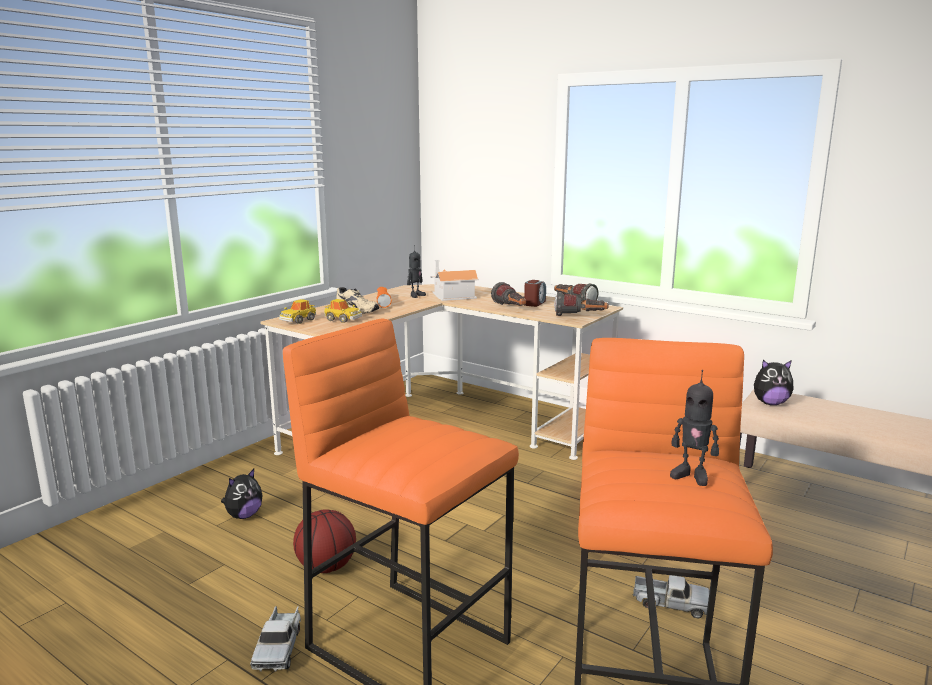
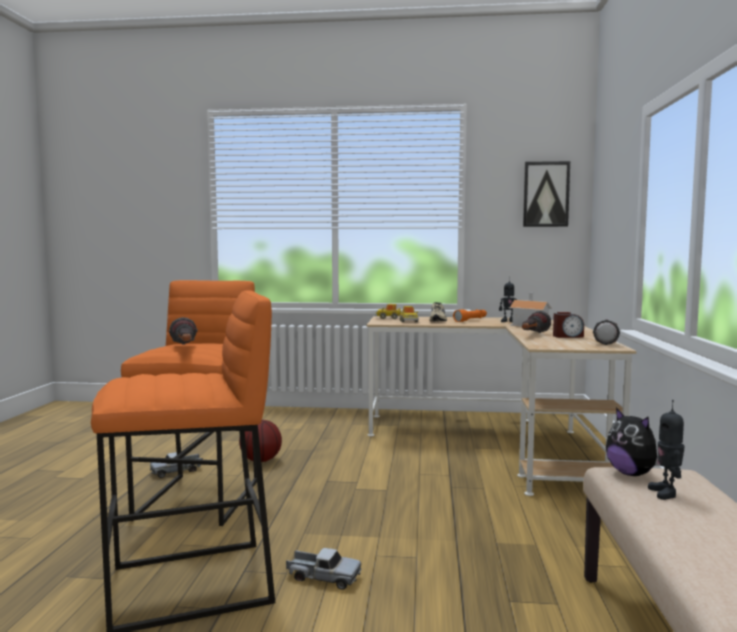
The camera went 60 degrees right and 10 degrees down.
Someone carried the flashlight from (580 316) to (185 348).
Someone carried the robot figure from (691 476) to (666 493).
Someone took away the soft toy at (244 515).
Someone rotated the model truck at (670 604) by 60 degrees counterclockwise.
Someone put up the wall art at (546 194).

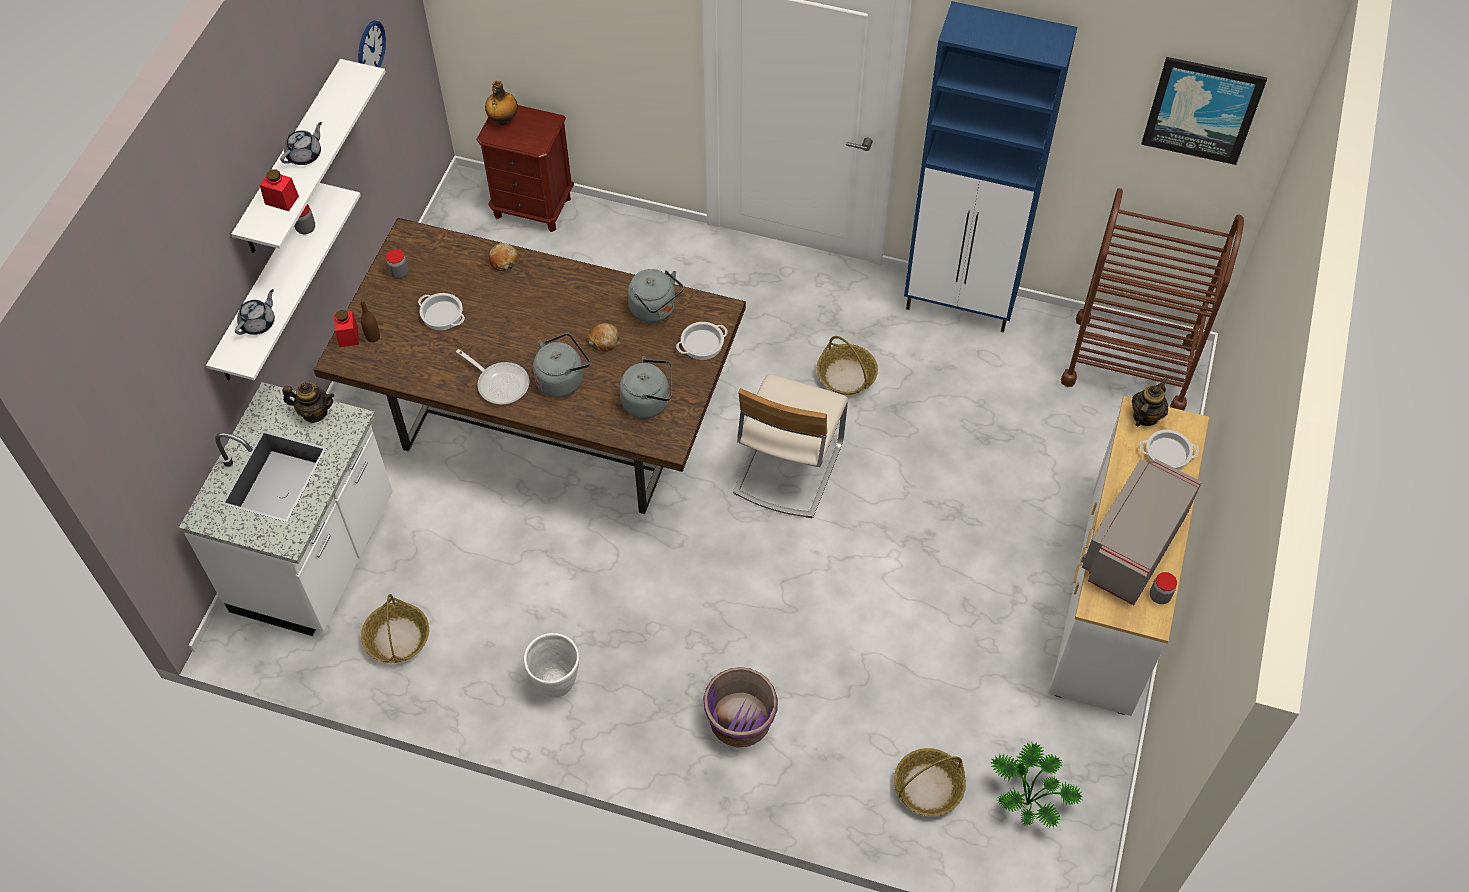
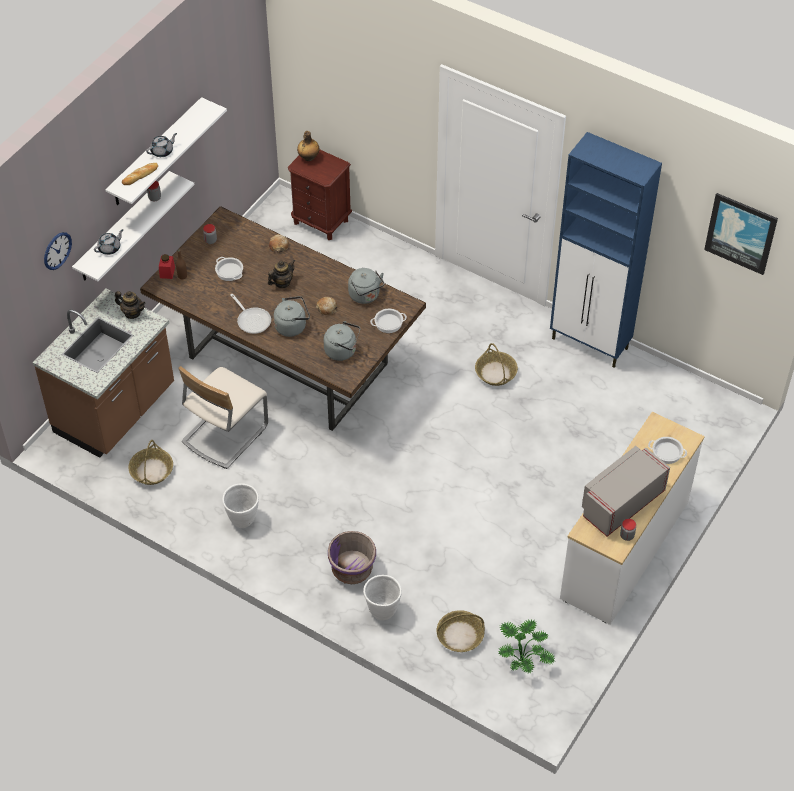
The camera went 15 degrees right and 5 degrees down.
Someone carried the clock on the wall from (371 49) to (57 250).
Someone swapped the red preserve jar at (282 200) for the bakery bread at (140 175).
Someone took away the brown-coloured trolley at (1129 363).
Someone carried the sand-coloured plain chair from (787 467) to (224 434).
Someone carried the pot for tea from (1145 416) to (282 282).
Someone repainted the whitish kitchen counter at (317 557), which became the brown-coloured kitchen counter at (116 411).
Someone put down the whitish flower pot at (382 611).

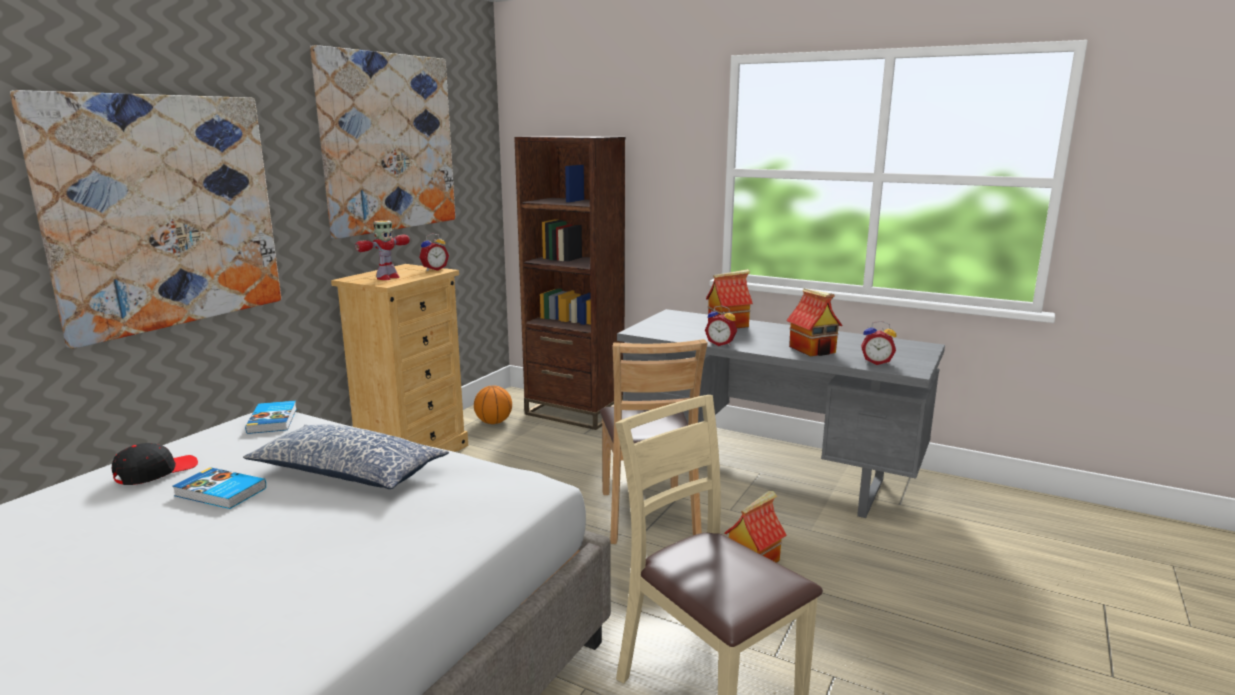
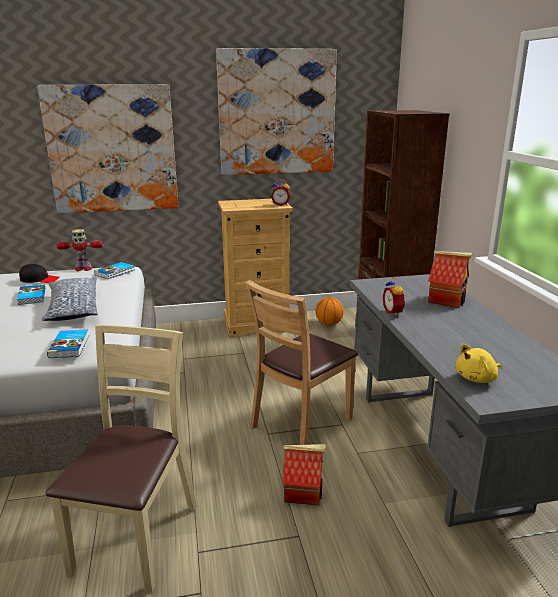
The camera went 50 degrees right and 5 degrees up.
Someone carried the robot figure from (387 278) to (83 269).
Someone took away the model house at (813 349).
Someone swapped the alarm clock at (876 362) for the yellow soft toy at (477 378).
Someone put down the bound book at (70 346).

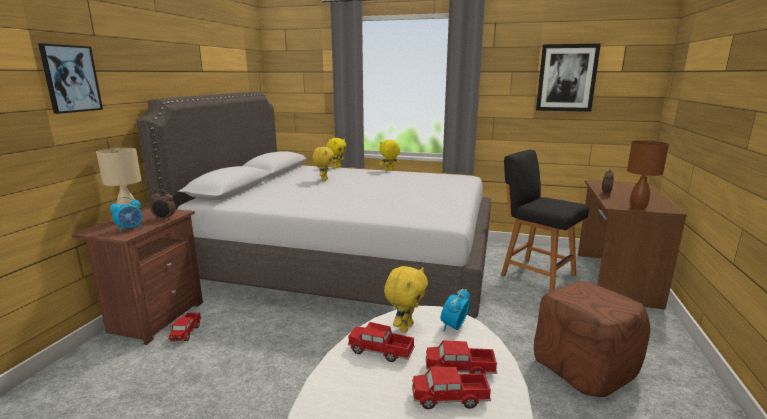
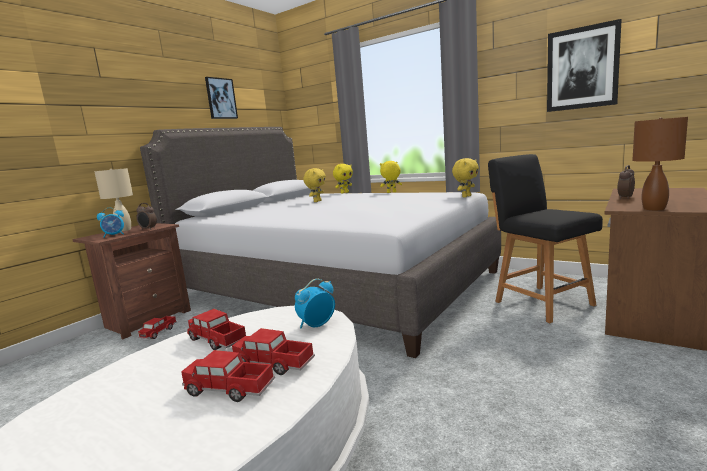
The camera went 20 degrees right and 5 degrees down.
Someone carried the wall art from (70 79) to (221 98).
Someone carried the yellow soft toy from (405 327) to (466 196).
Someone took away the brown-coloured footrest at (584 368).

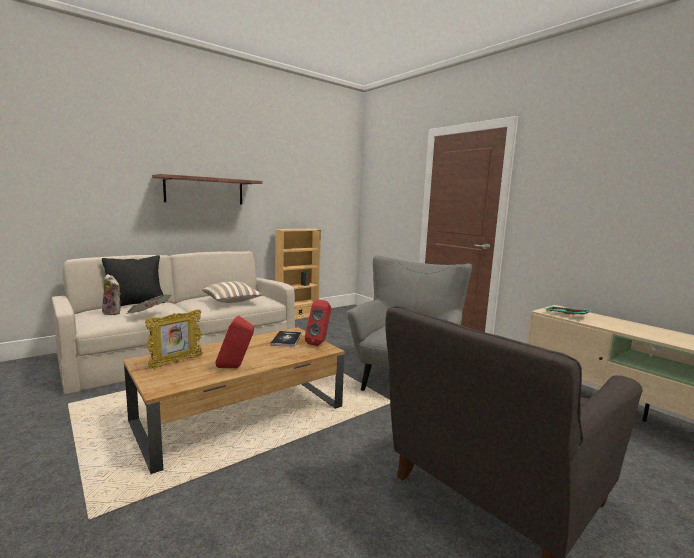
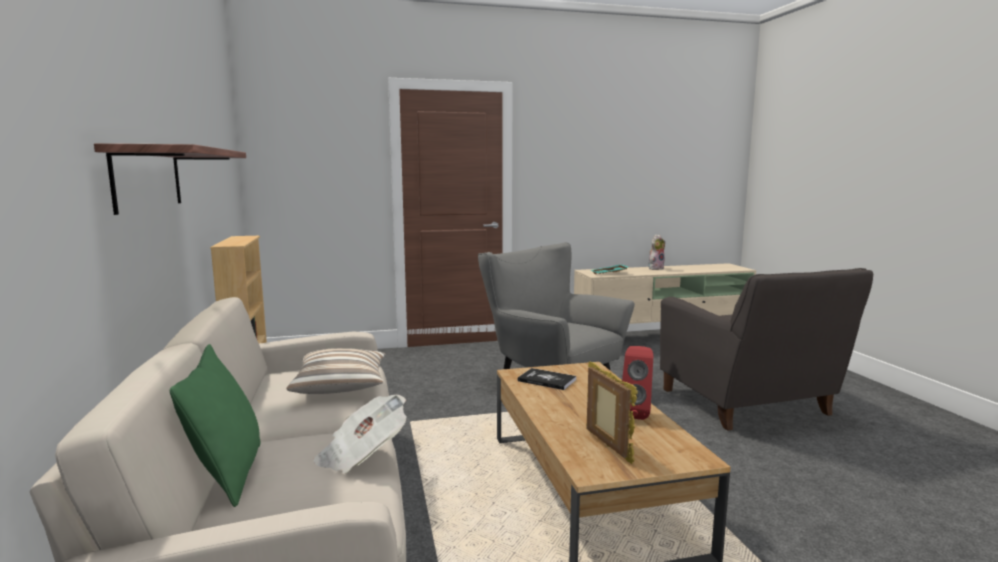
The camera went 65 degrees left and 0 degrees up.
Someone repainted the black-coloured cushion at (136 304), which became the green cushion at (228 474).
Someone carried the soft toy from (113 312) to (655 268).
Someone took away the red speaker at (319 343).

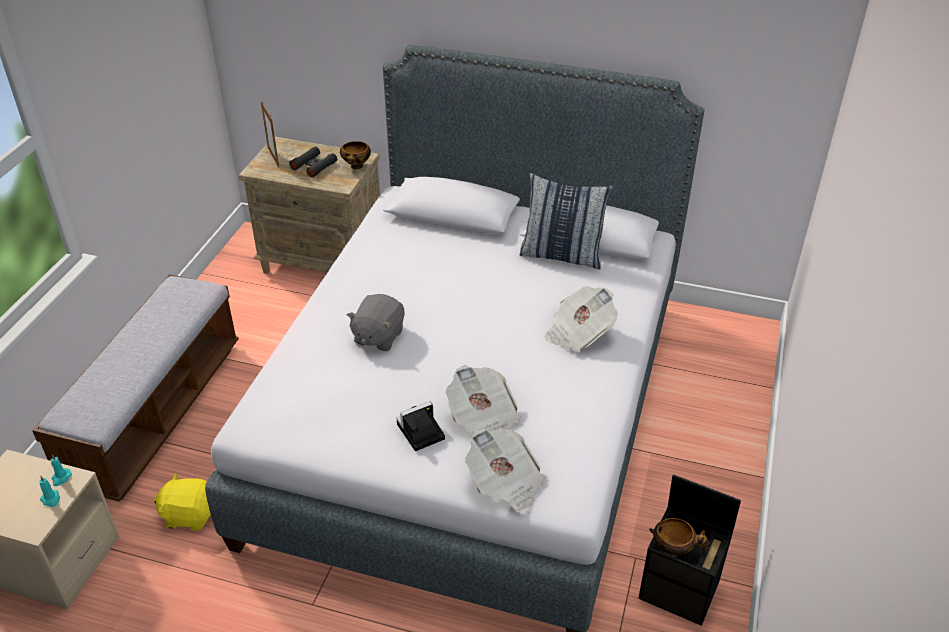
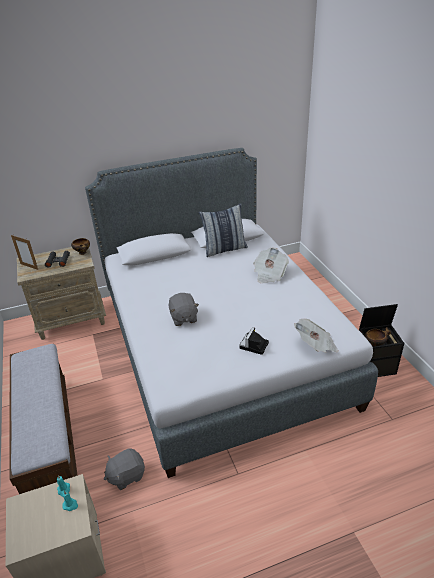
The camera went 35 degrees left and 5 degrees down.
Someone took away the newspaper at (483 419).
Someone repainted the yellow soft toy at (190 514), which became the greyish soft toy at (126 475).

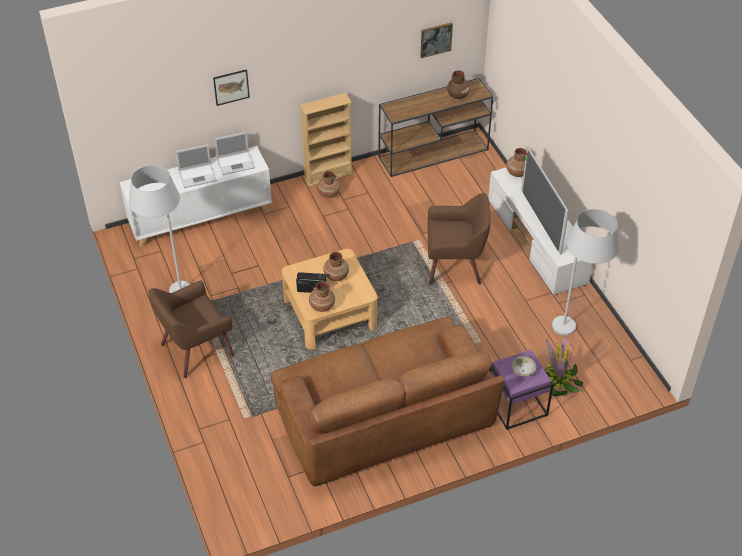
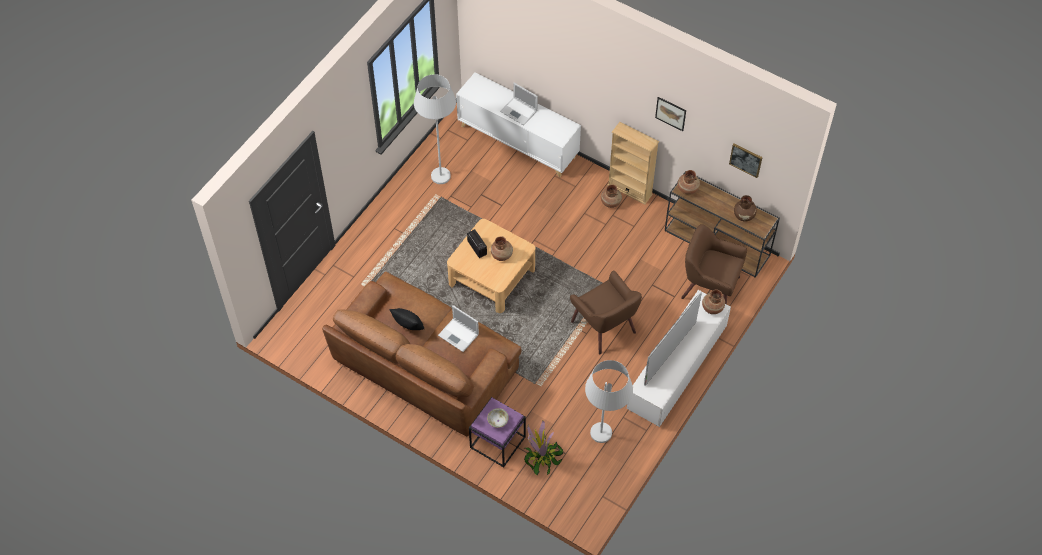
The camera went 55 degrees right and 10 degrees up.
Someone carried the wall art from (231 87) to (670 113).
Someone carried the portable computer from (236 163) to (459 335).
Someone carried the brown-coloured lounge chair from (196 349) to (709 288).
Someone carried the brown-coloured vase from (322 306) to (687 189).
Someone put down the black-coloured cushion at (408 325).

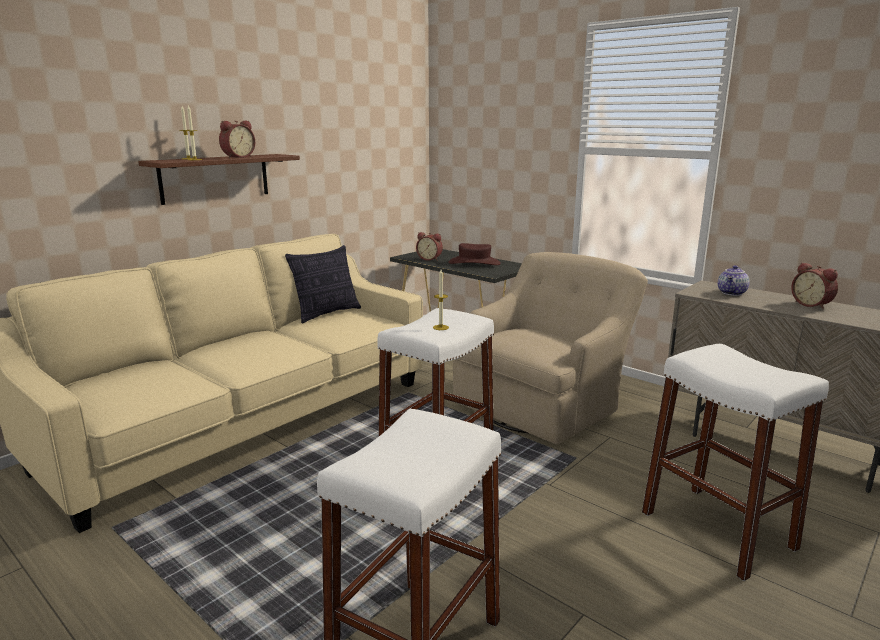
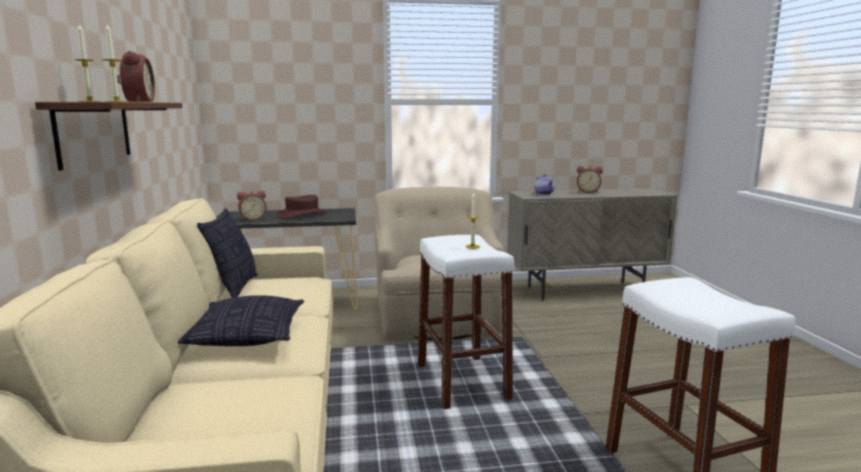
The camera went 50 degrees left and 5 degrees down.
Someone took away the whitish sitting stool at (717 530).
Someone put down the cushion at (247 337).

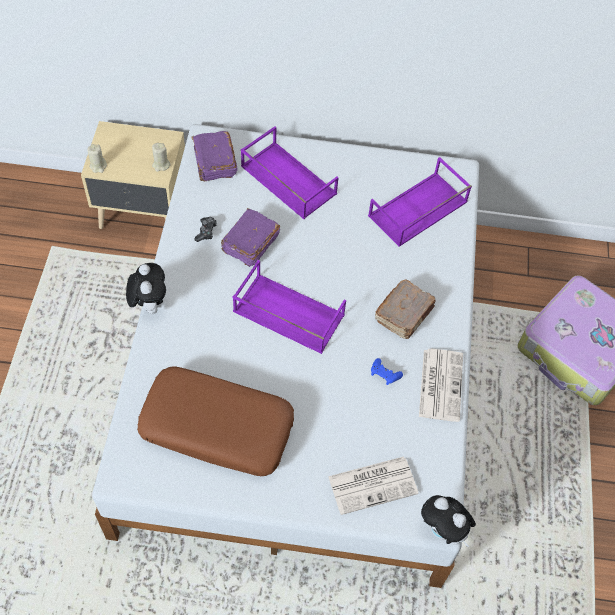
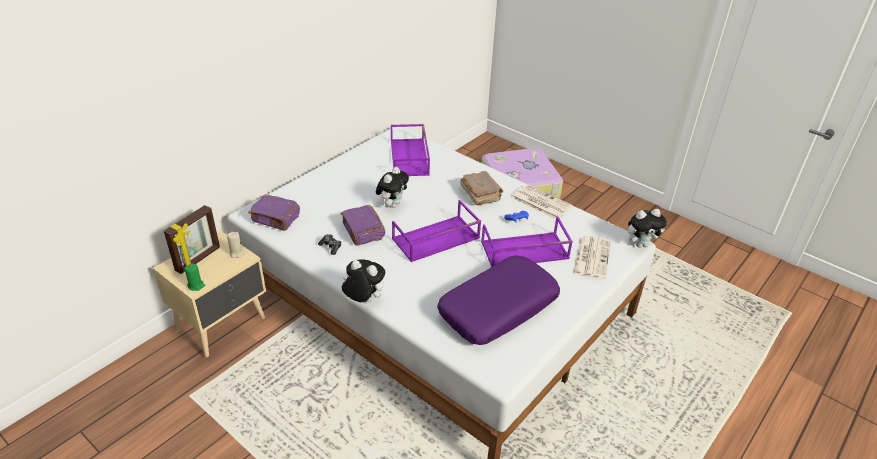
The camera went 55 degrees left and 20 degrees down.
Someone carried the purple carrying tray from (287 180) to (524 251).
Someone repainted the sand-coloured wax candle at (98 166), which became the green wax candle at (196 285).
Someone repainted the brown-coloured cushion at (217 427), which became the purple cushion at (498 308).
Someone put down the soft toy at (392 204).
Someone put down the picture frame at (198 259).

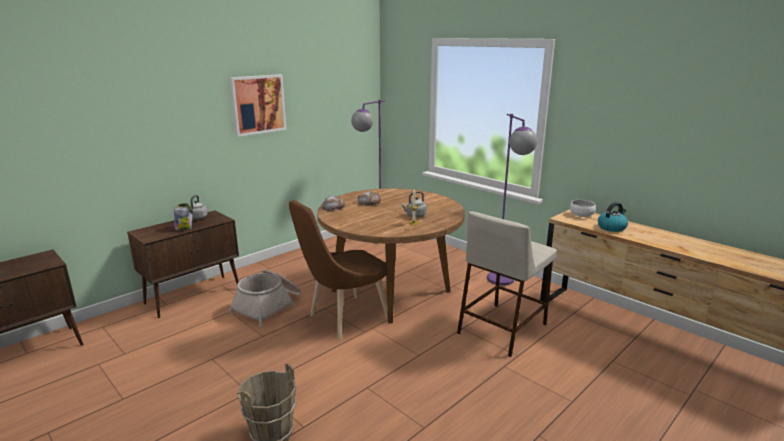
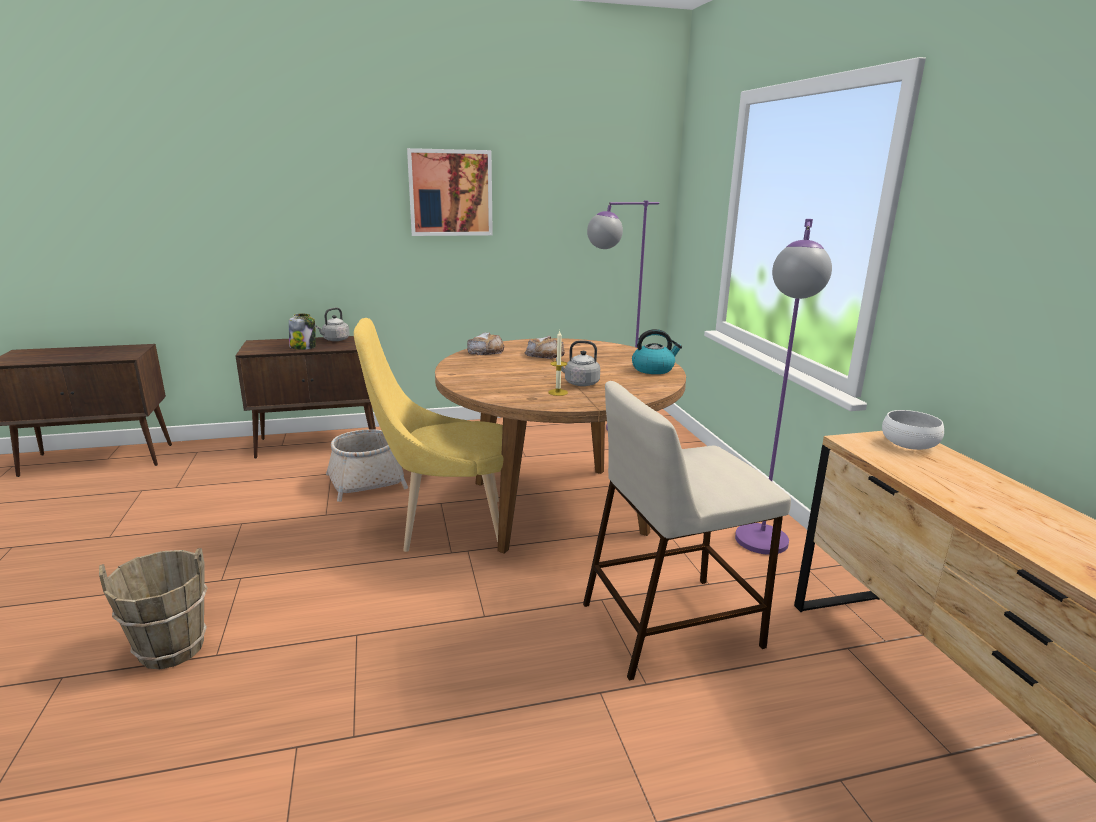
The camera went 30 degrees right and 0 degrees up.
Someone repainted the brown-coloured plain chair at (344 320), which became the yellow plain chair at (445 526).
Someone carried the kettle from (611 227) to (653 369).

